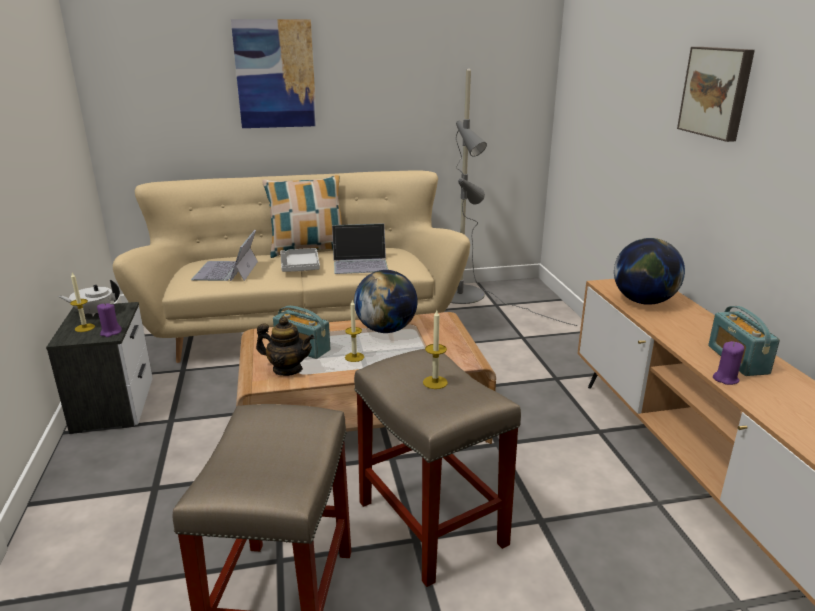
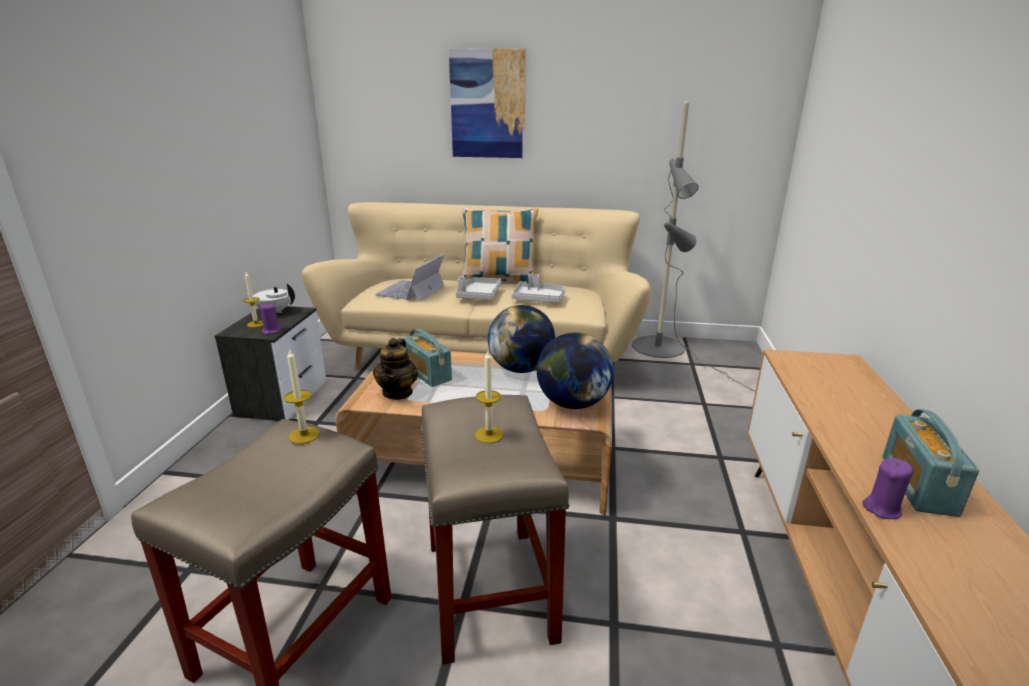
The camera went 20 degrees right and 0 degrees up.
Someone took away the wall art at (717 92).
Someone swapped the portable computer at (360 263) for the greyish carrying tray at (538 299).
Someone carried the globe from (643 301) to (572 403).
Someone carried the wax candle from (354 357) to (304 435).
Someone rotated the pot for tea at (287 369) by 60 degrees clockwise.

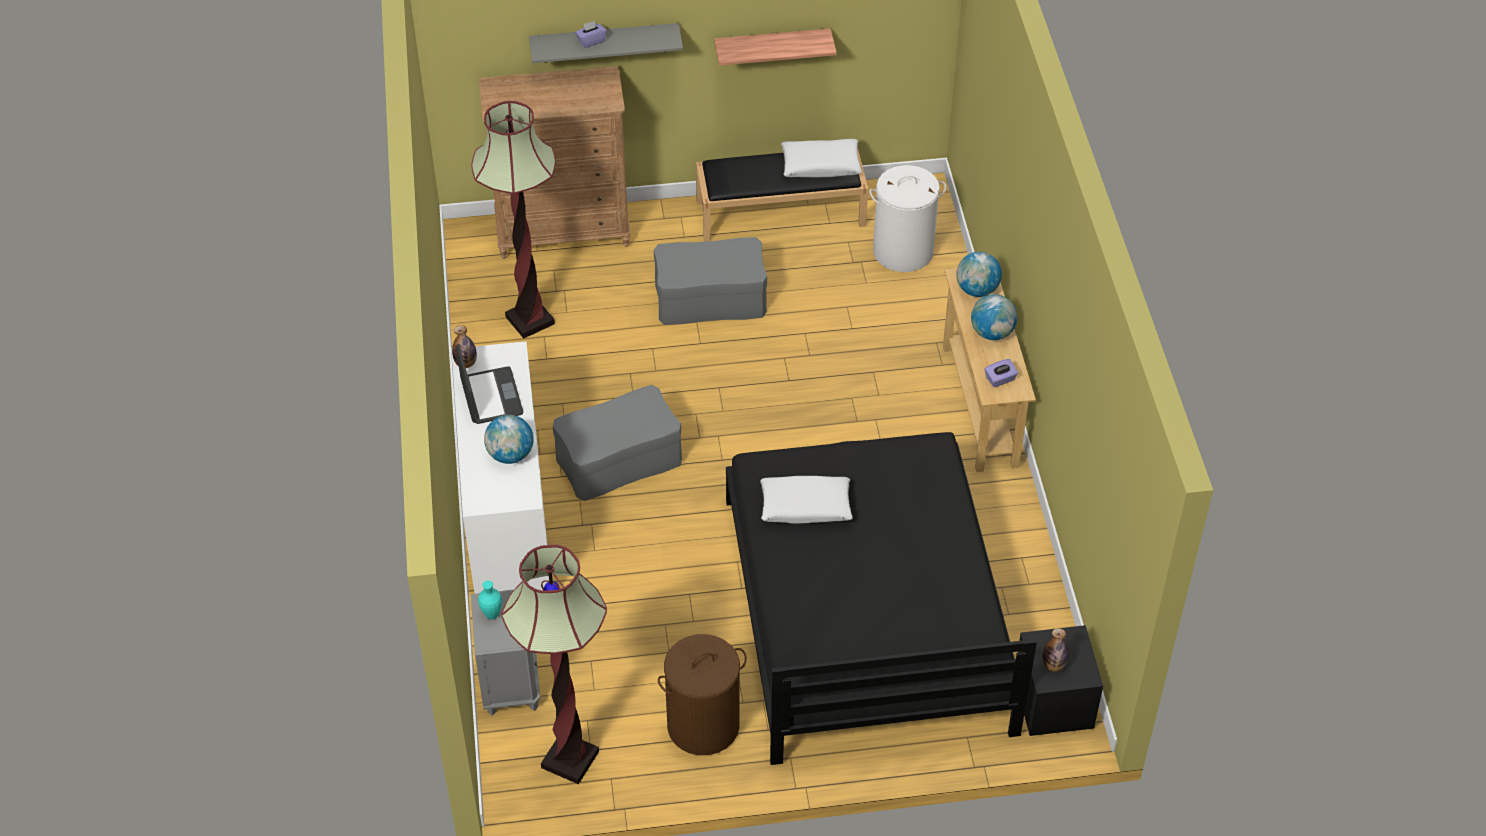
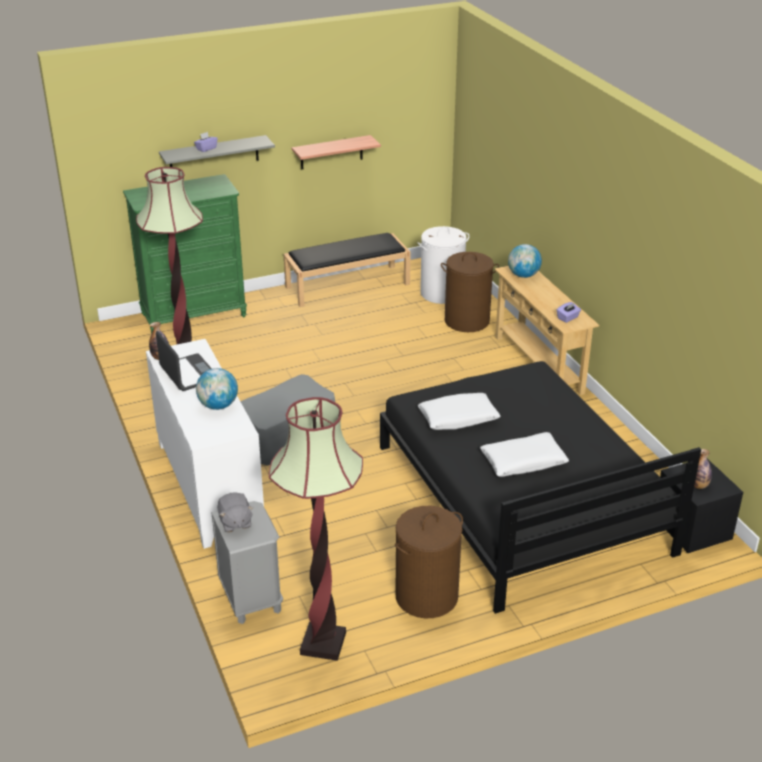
The camera went 15 degrees left and 15 degrees down.
Someone repainted the brown-coloured chest of drawers at (563 231), which became the green chest of drawers at (194 315).
Someone carried the whitish cushion from (820 165) to (523 461).
Someone took away the greyish footrest at (710 298).
Someone took away the globe at (992 333).
Someone swapped the blue-green vase at (492 614) for the greyish soft toy at (235 522).
Someone put down the brown-coloured laundry basket at (467 321).

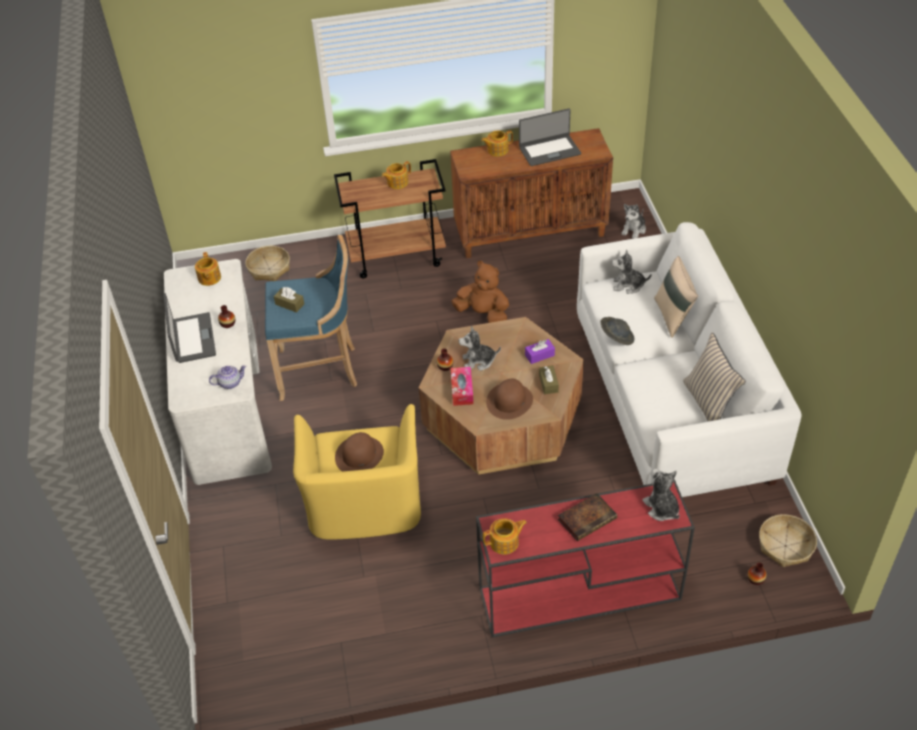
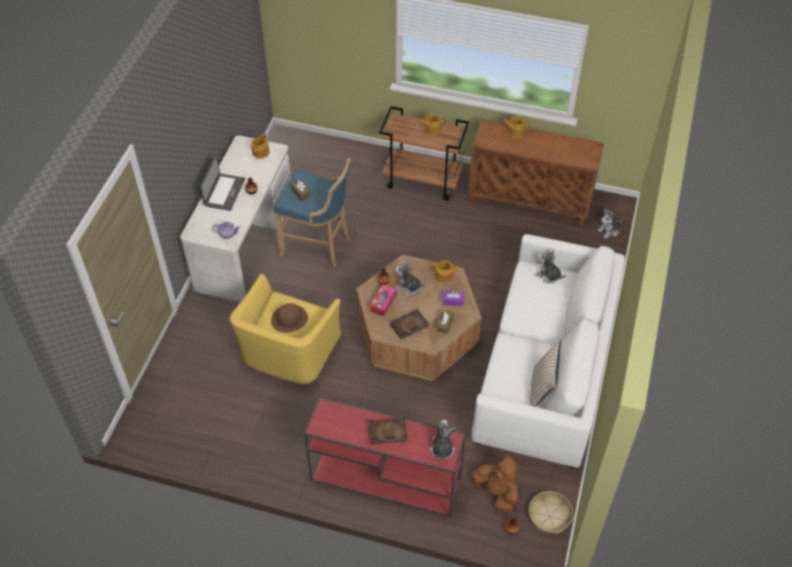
The camera went 25 degrees right and 5 degrees up.
Someone took away the portable computer at (549 150).
Someone took away the basket at (269 269).
Someone took away the sand-coloured cushion at (673 316).
Someone carried the brown-coloured soft toy from (483 314) to (497 492).
Someone took away the greyish hat at (616 337).
Someone swapped the brown-coloured hat at (509 401) for the bound book at (409 325).
Someone carried the pot for tea from (505 542) to (444 276).

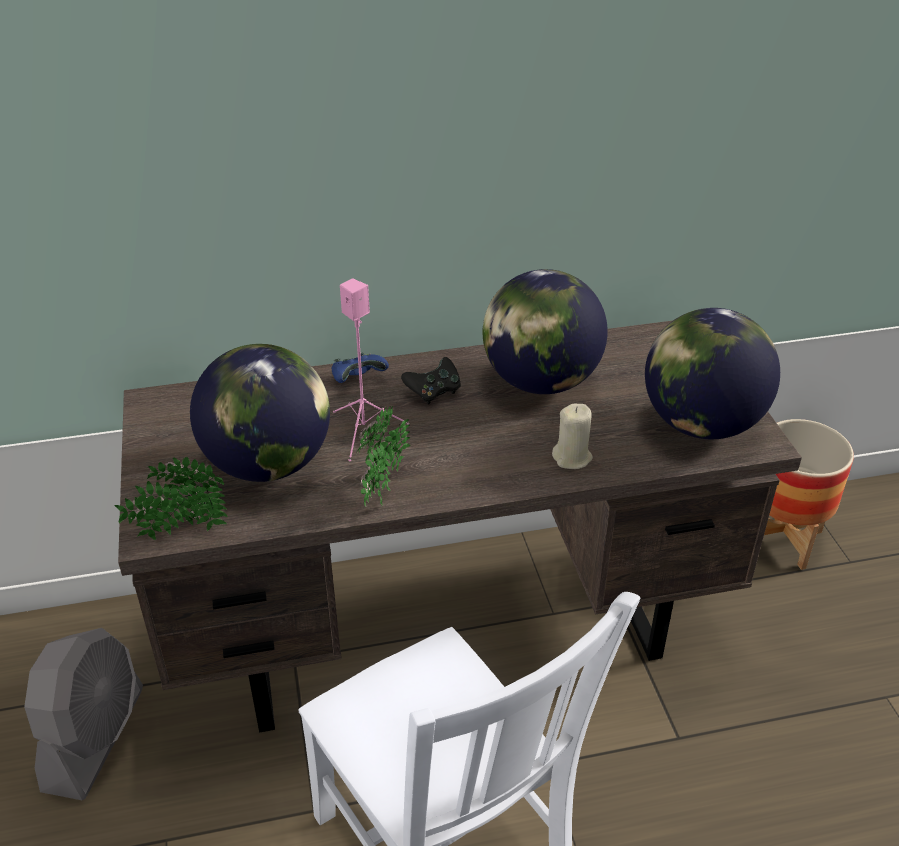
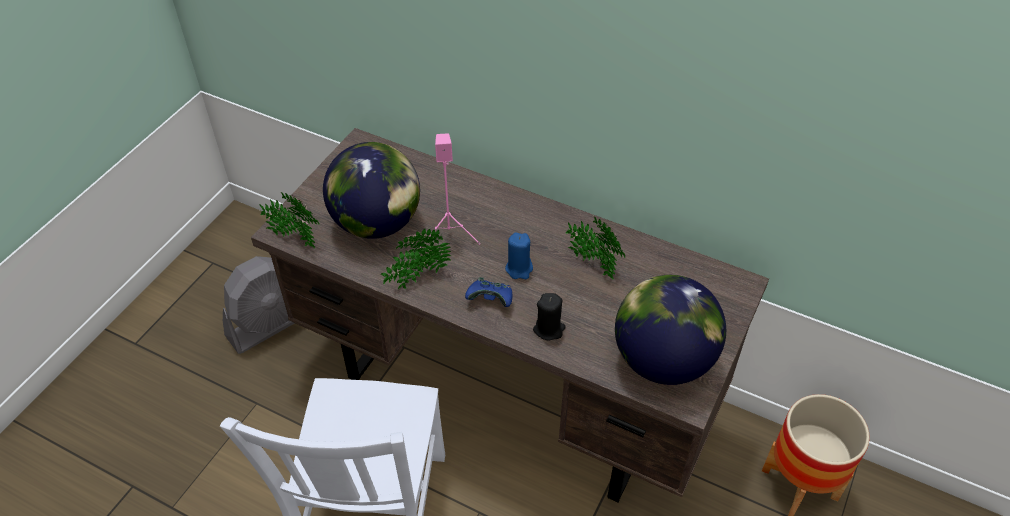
The camera went 40 degrees right and 10 degrees up.
Someone swapped the globe at (540 382) for the houseplant at (593 263).
Someone carried the bluish game controller from (358 379) to (491 300).
Someone took away the black-coloured game controller at (433 392).
Someone repainted the sand-coloured wax candle at (572 458), which became the black-coloured wax candle at (549 329).
Someone put down the bluish wax candle at (519 269).

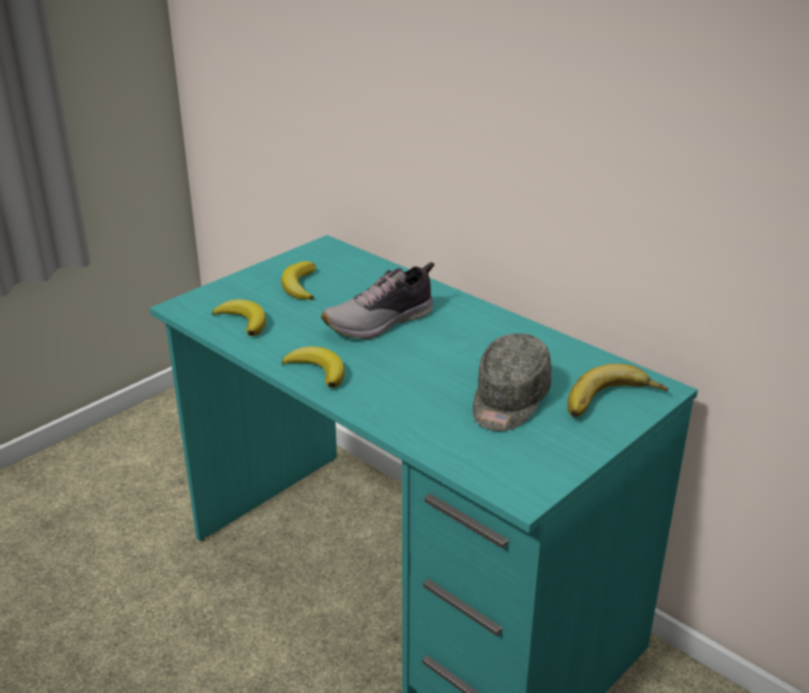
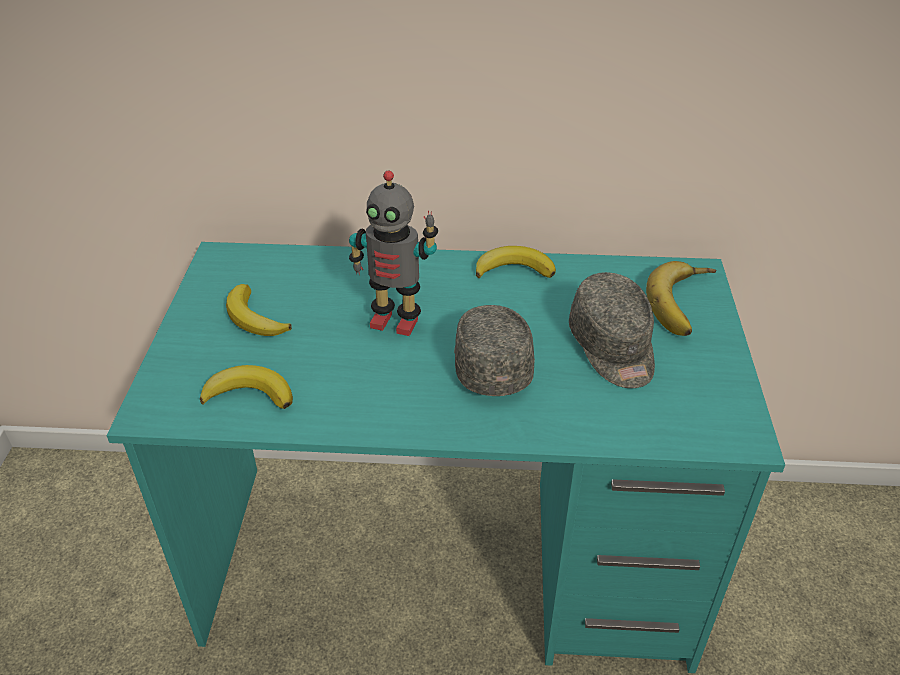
The camera went 40 degrees left and 10 degrees up.
Someone swapped the item of footwear at (381 322) for the robot figure at (395 321).
Someone carried the banana fruit from (318 370) to (514 269).
Someone put down the greyish baseball cap at (490 362).

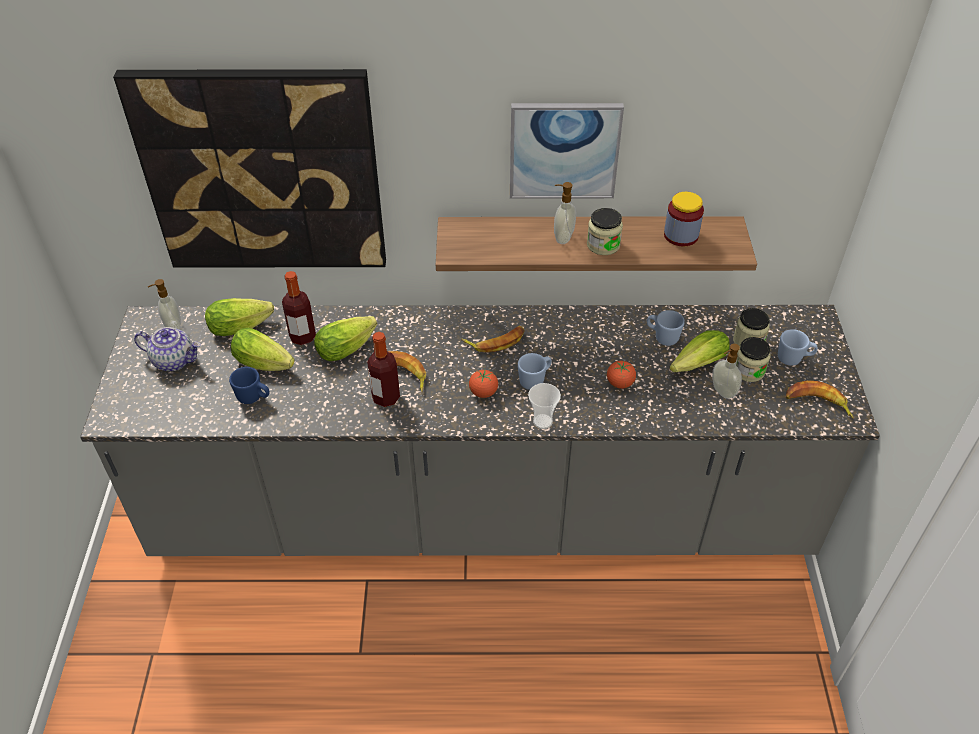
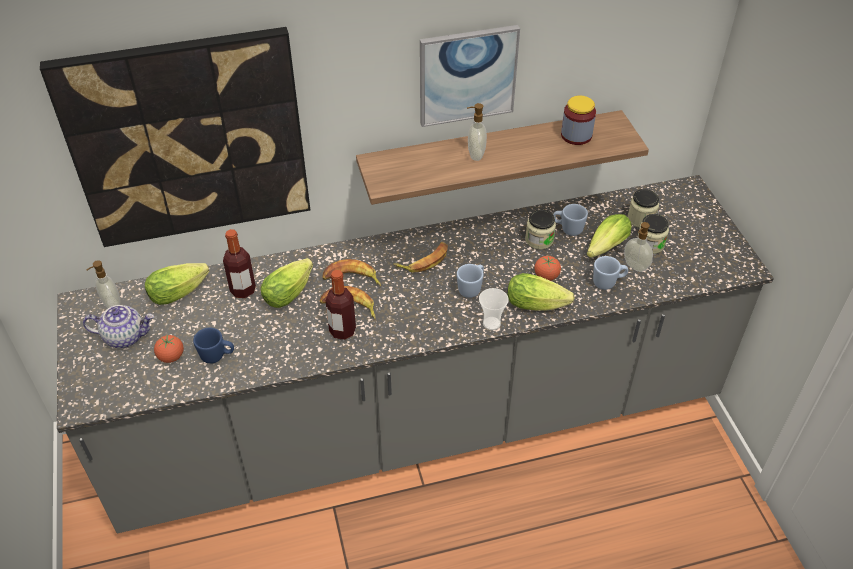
The camera went 15 degrees left and 0 degrees up.
Someone carried the preserve jar from (603 245) to (539 240).
Someone carried the lettuce from (266 364) to (539 304).
Someone carried the bluish tea mug from (793 359) to (608 282).
Someone carried the whole tomato from (483 392) to (171 357).
Someone carried the banana fruit from (817 403) to (351 278).

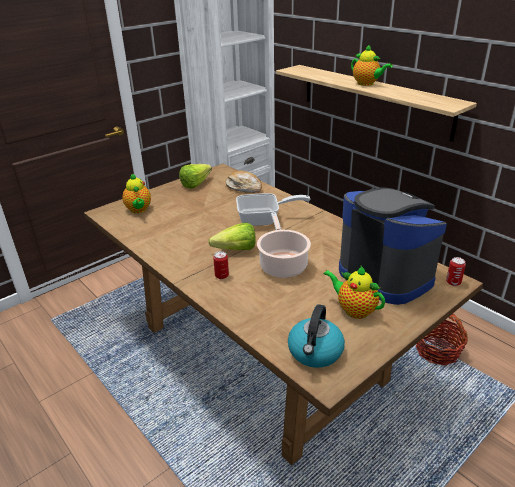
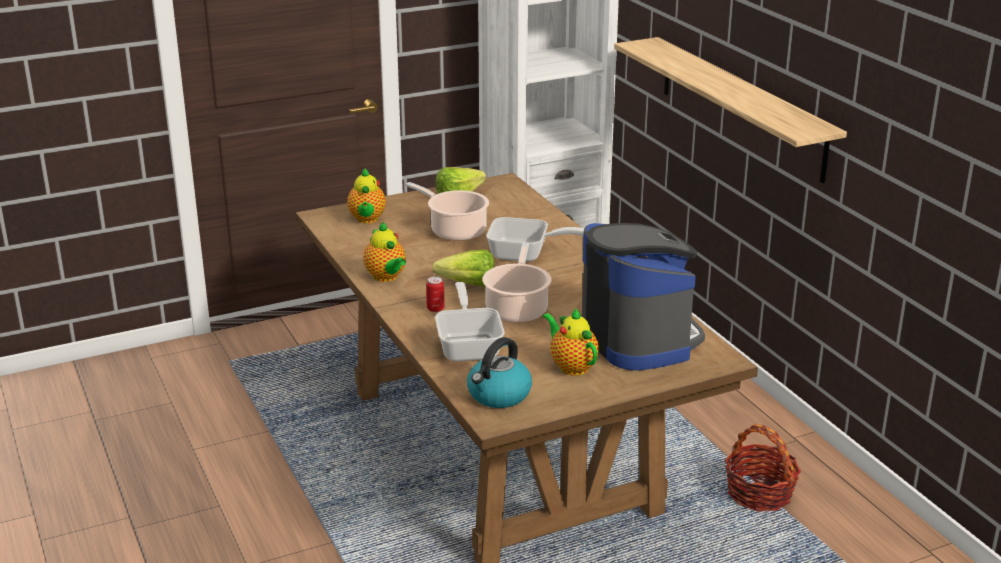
The camera went 15 degrees right and 5 degrees down.
Someone carried the pot for tea from (367 84) to (386 277).
Someone took away the bakery bread at (244 187).
Someone took away the sealed can at (453 282).
Someone put down the stockpot at (455 231).
Someone put down the pan at (469 345).

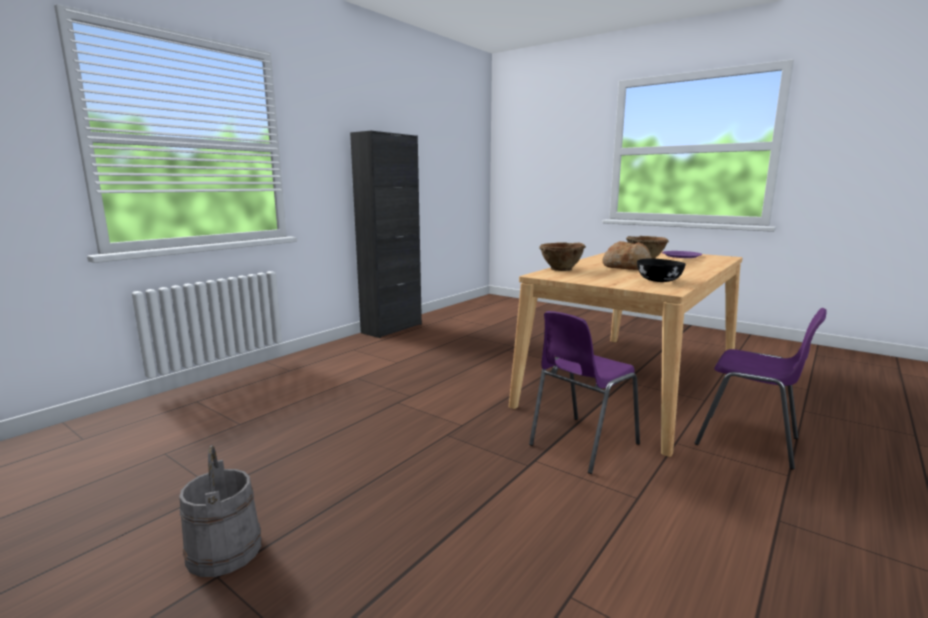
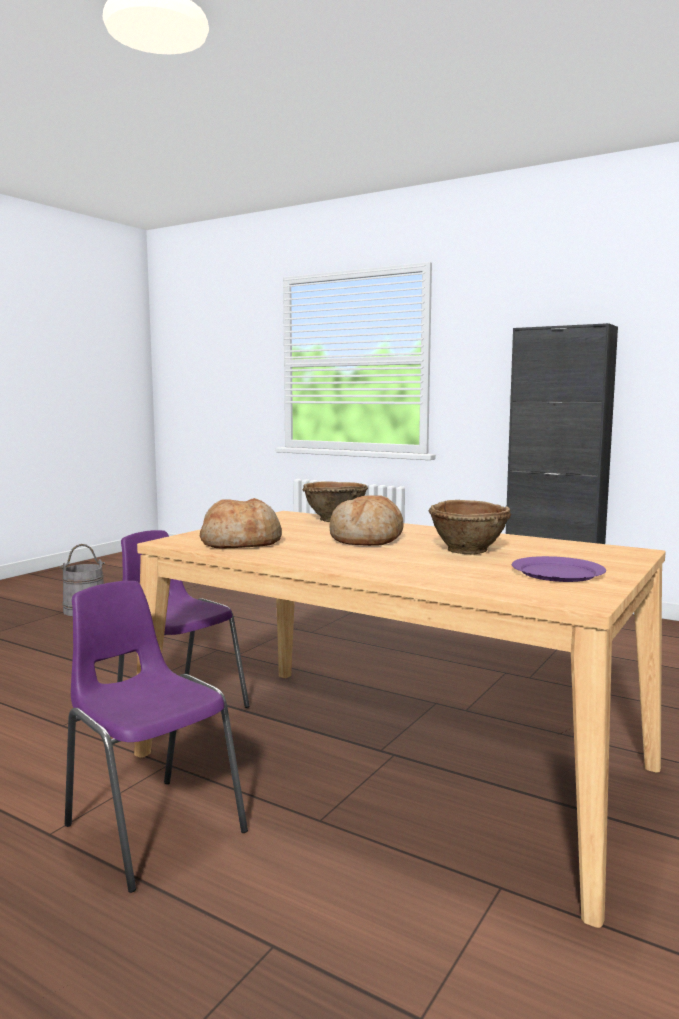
The camera went 85 degrees right and 5 degrees down.
Someone swapped the black-coloured bowl at (658 281) for the bakery bread at (241 543).
Someone rotated the purple plain chair at (750 442) by 105 degrees clockwise.

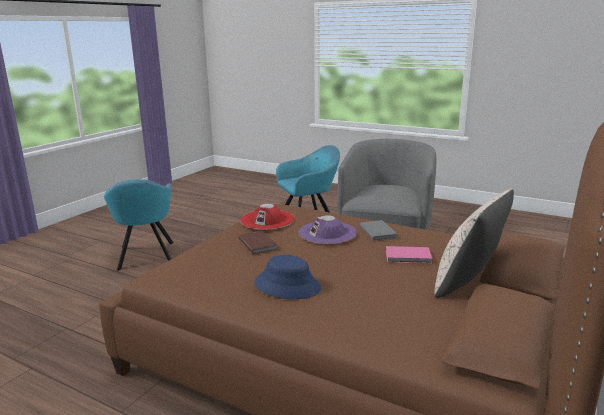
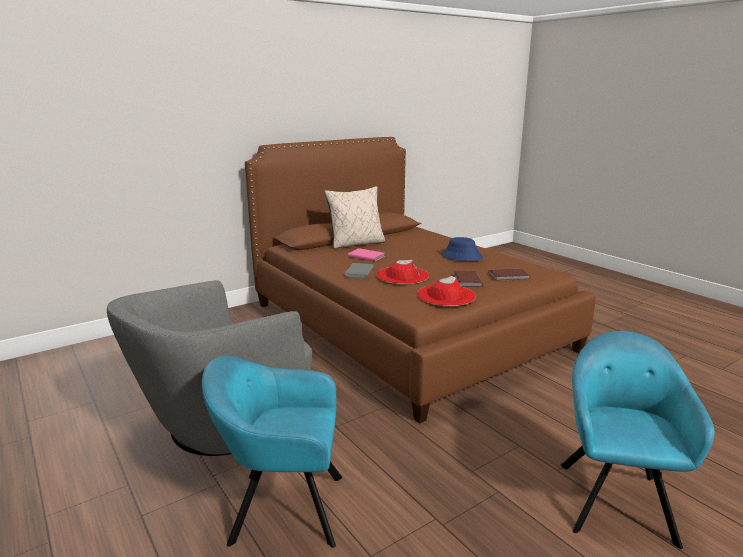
The camera went 155 degrees left and 0 degrees up.
Someone repainted the purple hat at (327 233), which became the red hat at (402 275).
Someone put down the brown-coloured bound book at (509 276).

